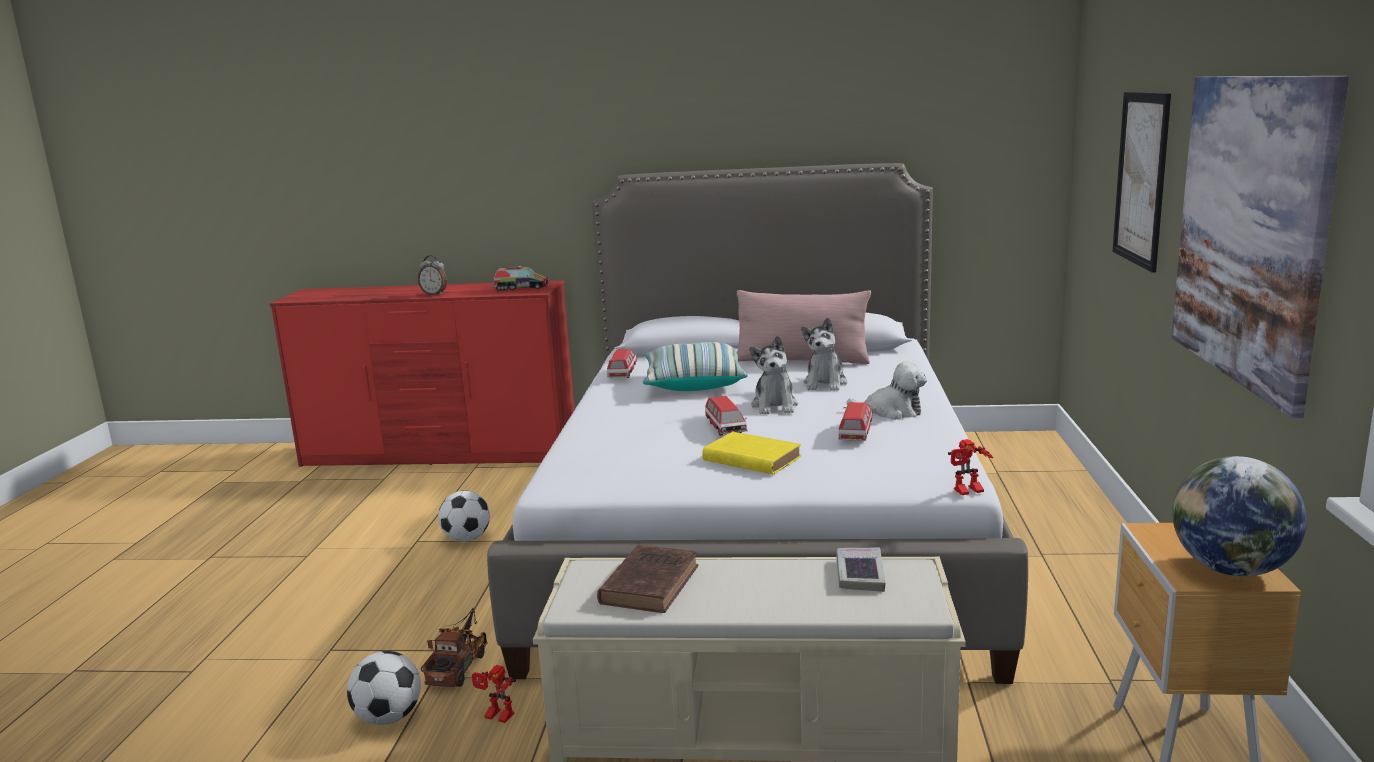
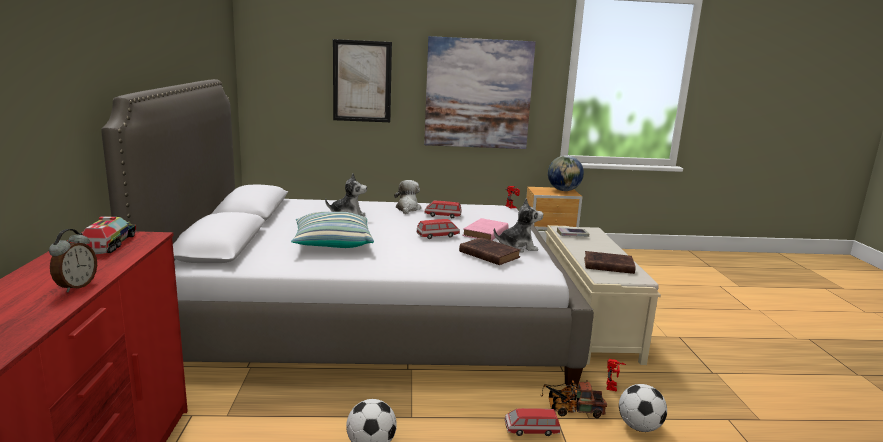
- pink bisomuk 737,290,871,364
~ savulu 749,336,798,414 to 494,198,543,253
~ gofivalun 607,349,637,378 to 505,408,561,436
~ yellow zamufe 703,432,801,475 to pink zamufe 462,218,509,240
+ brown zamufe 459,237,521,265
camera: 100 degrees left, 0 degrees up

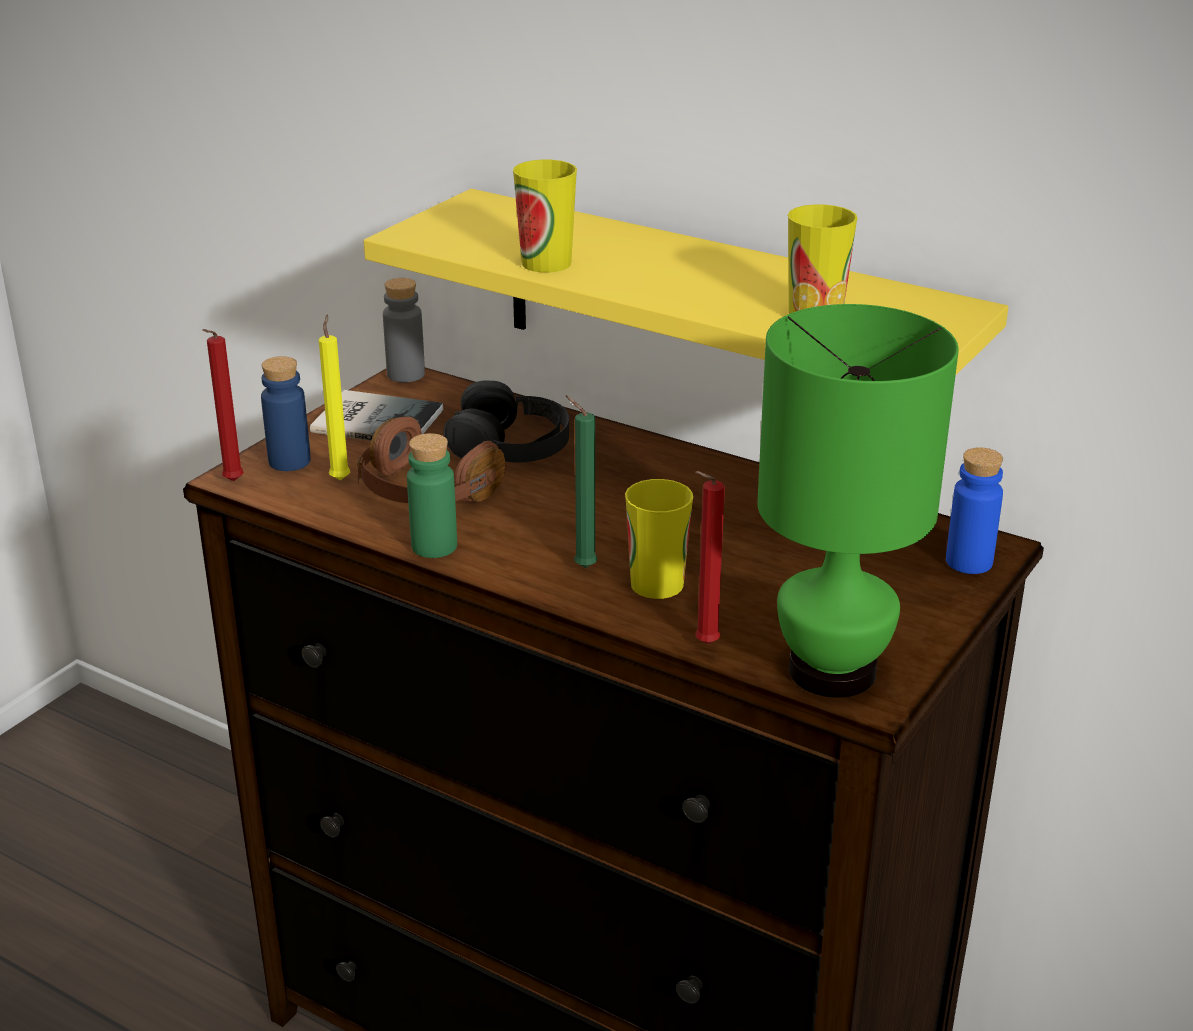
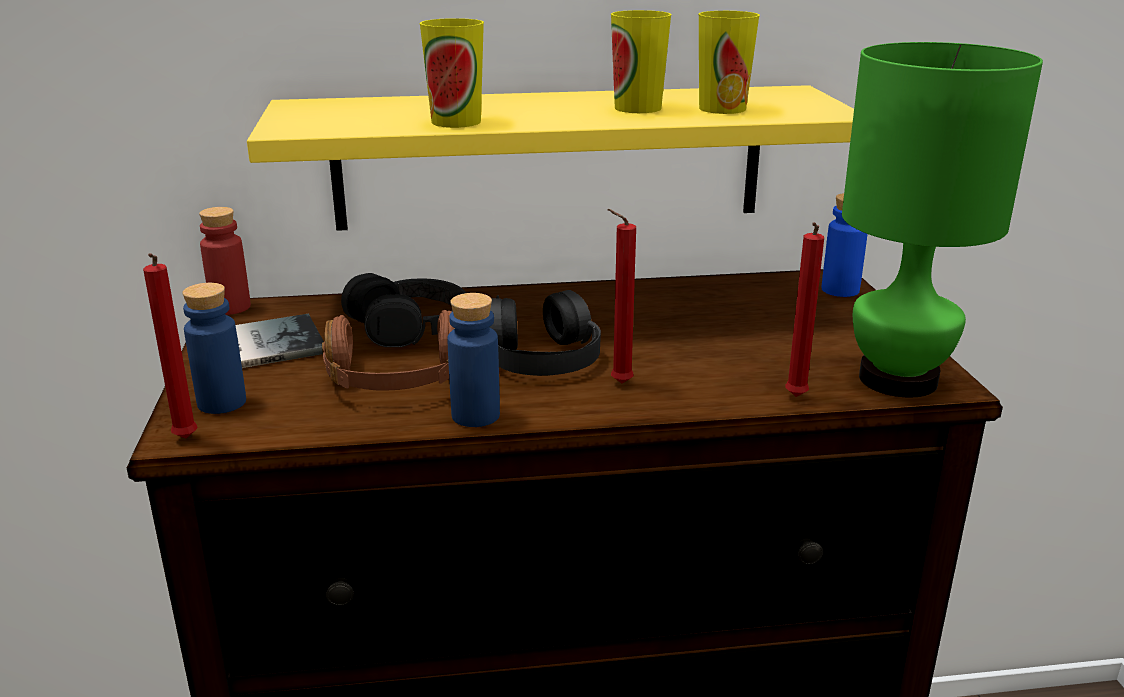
~ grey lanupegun 383,278,425,382 to red lanupegun 199,207,251,315
- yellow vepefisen 318,315,350,480
~ green vepefisen 566,395,597,568 to red vepefisen 607,209,636,383
~ green lanupegun 407,433,457,558 to blue lanupegun 447,293,500,427
~ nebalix 625,479,693,599 to 611,10,672,113
+ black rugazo 490,290,601,376
camera: 40 degrees left, 5 degrees down

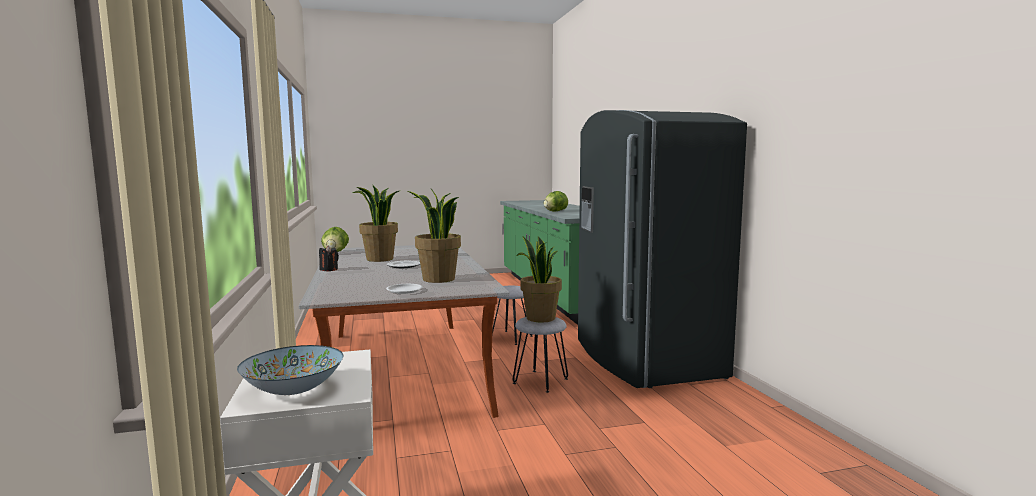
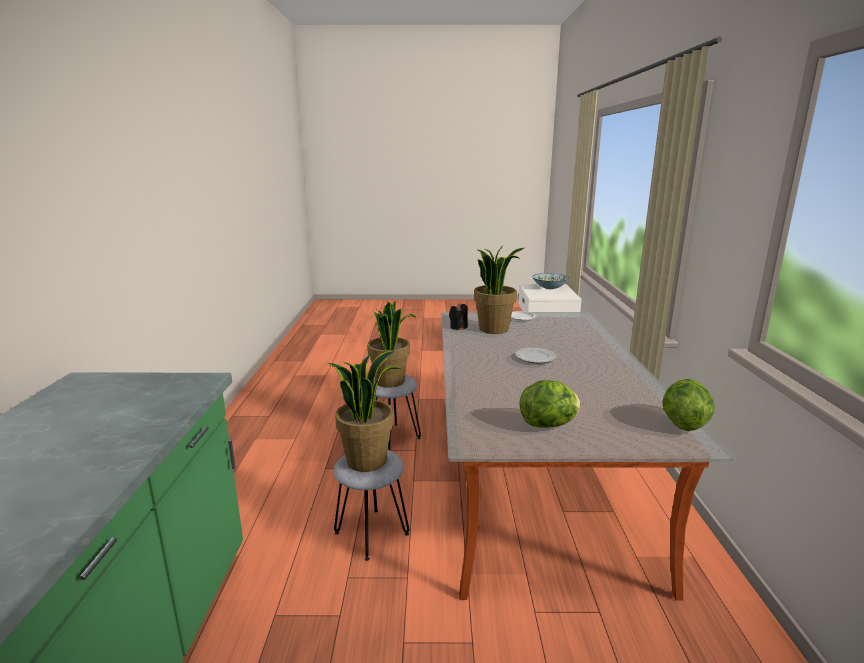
- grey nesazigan 578,110,747,388
~ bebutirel 352,184,399,262 to 327,350,400,472
~ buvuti 544,191,568,211 to 519,380,580,428
~ black vepefisen 319,246,339,271 to 449,303,468,330
camera: 165 degrees left, 10 degrees up

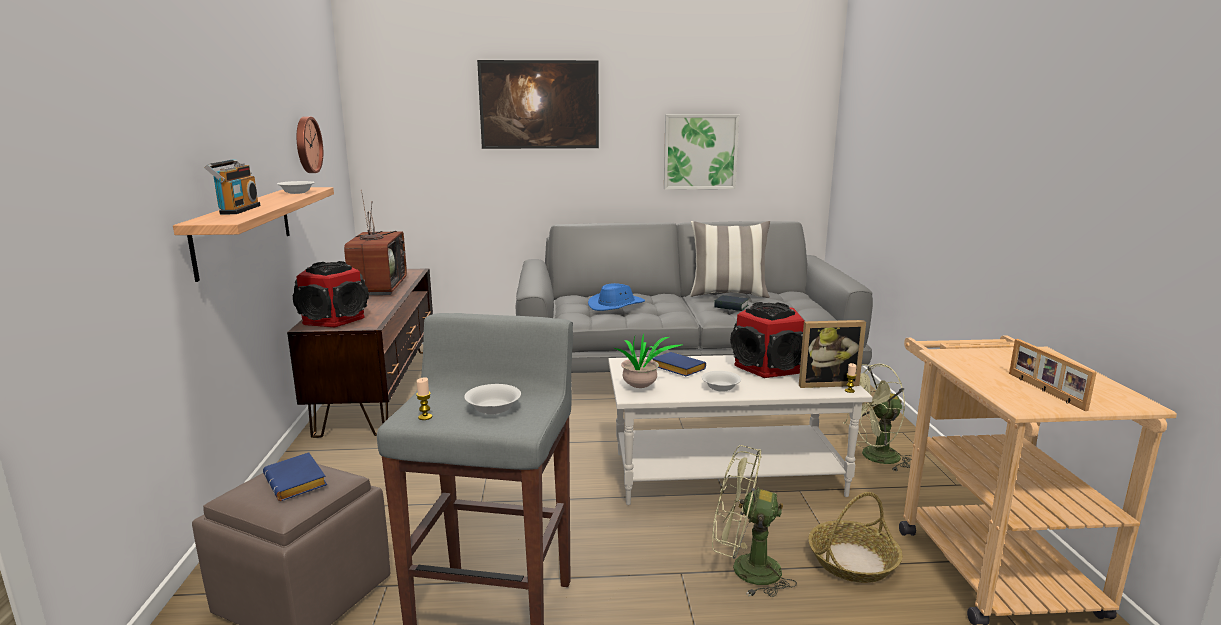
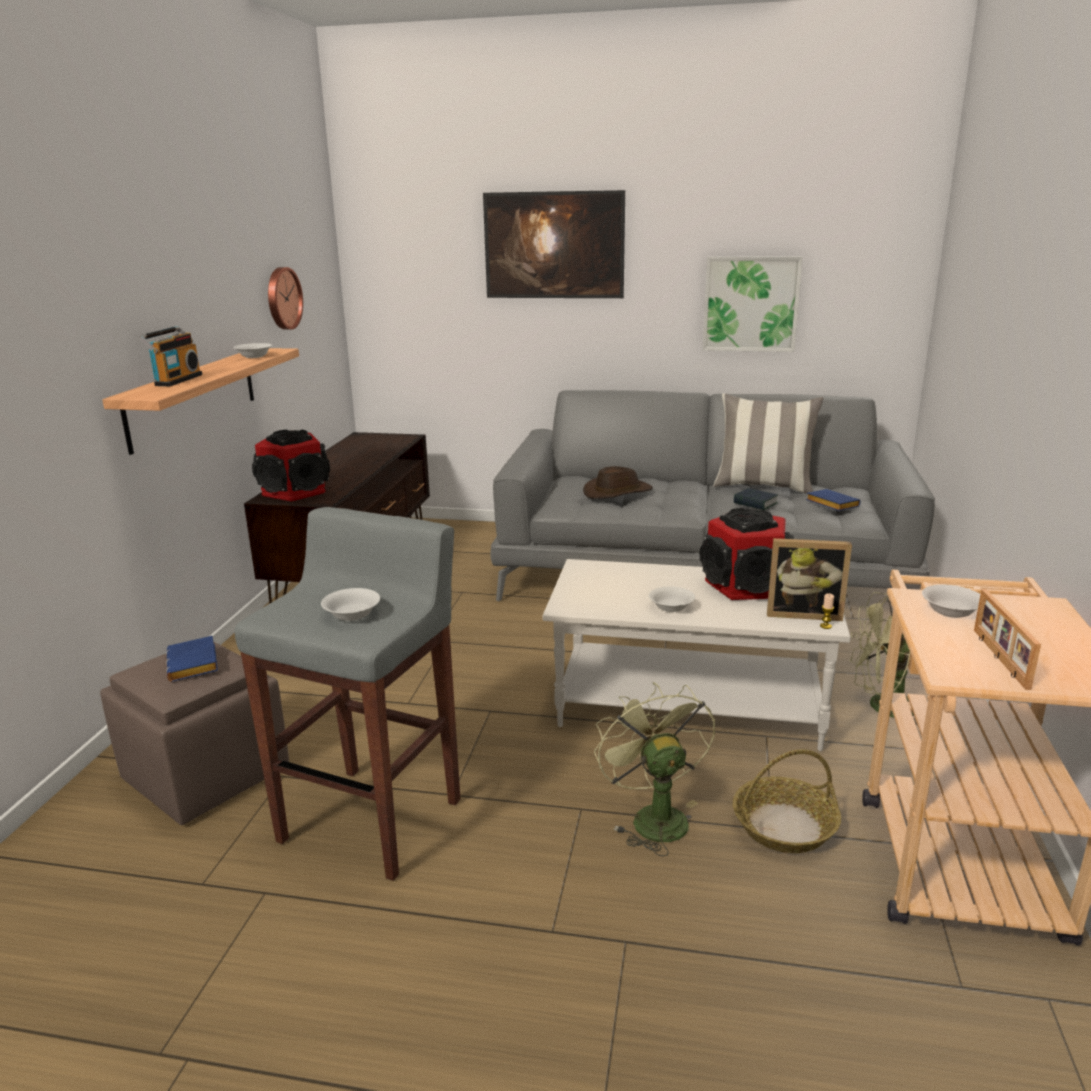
- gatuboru 344,190,407,295
~ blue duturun 588,283,645,311 to brown duturun 583,466,653,499
- bebutirel 614,333,681,388
~ blue zamufe 653,352,706,376 to 806,489,861,511
- vepefisen 416,377,432,420
~ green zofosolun 712,445,797,597 = 594,682,715,856 45 degrees clockwise
+ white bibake 922,585,980,618
camera: 15 degrees right, 5 degrees up

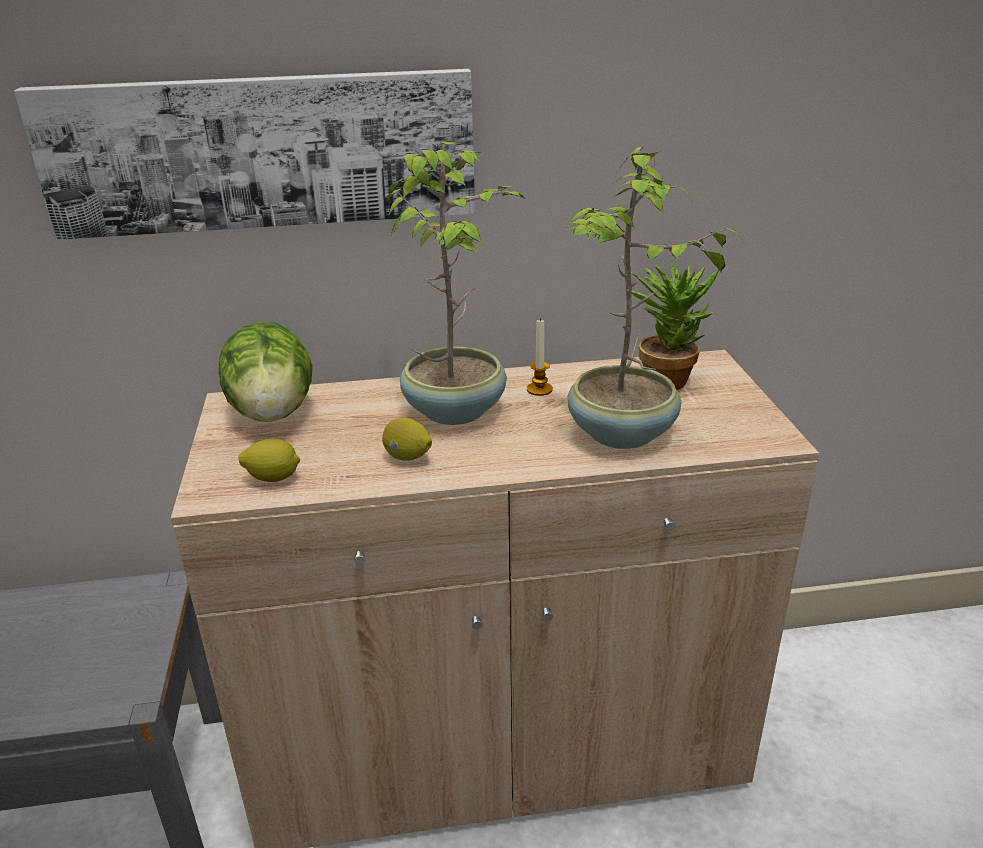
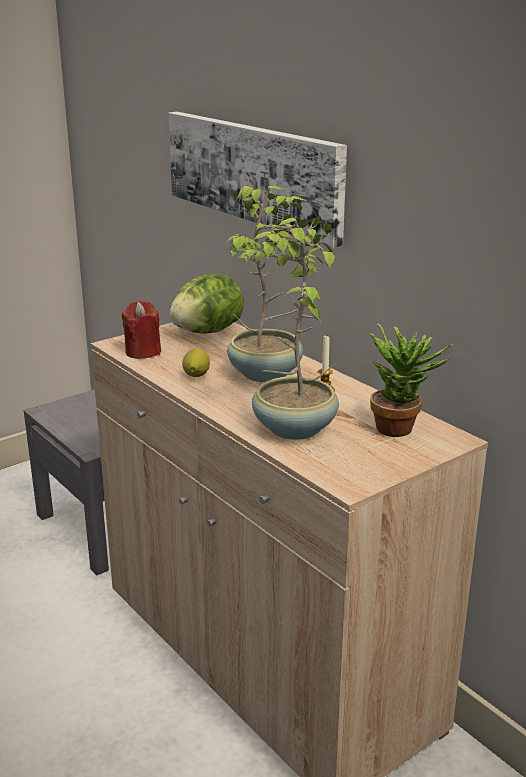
~ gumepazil 238,439,300,482 to red vepefisen 121,301,161,359
camera: 60 degrees right, 5 degrees down

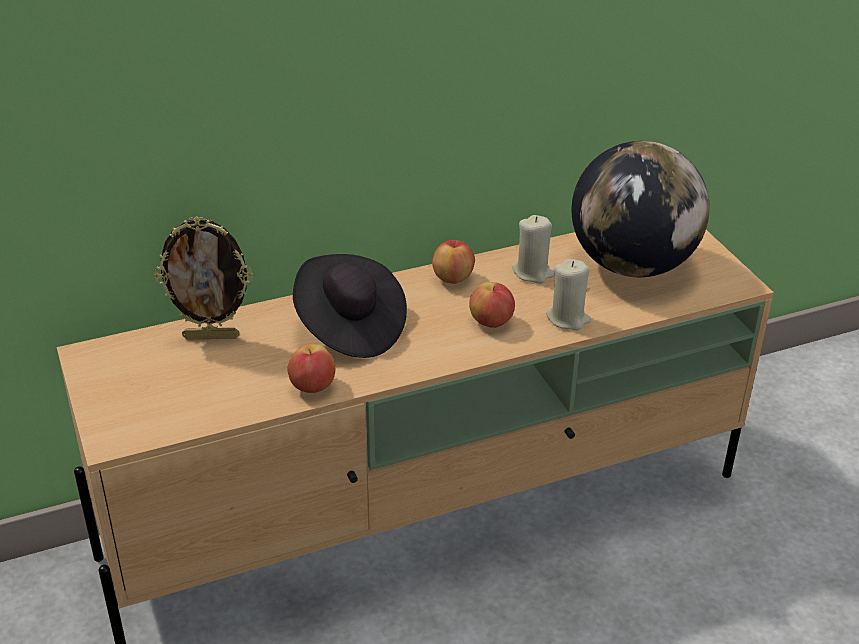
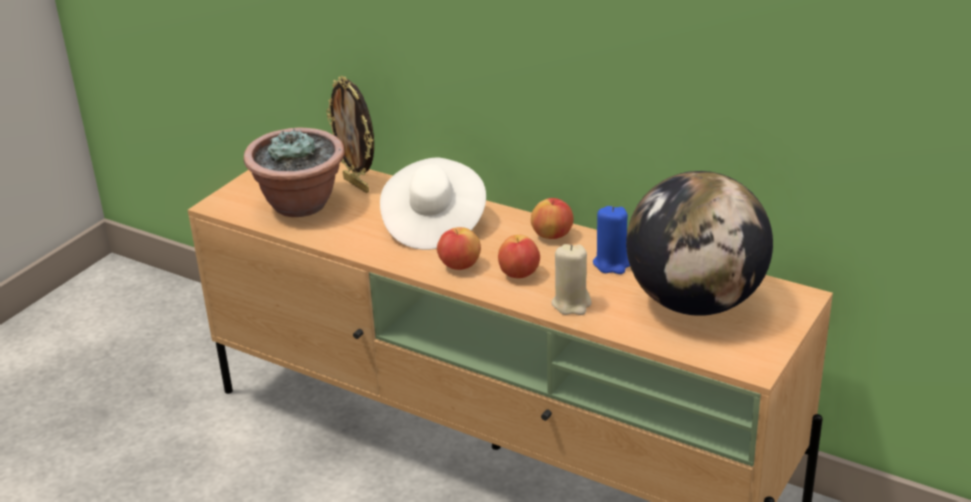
~ beige vepefisen 513,215,554,283 to blue vepefisen 593,206,630,274
~ black duturun 293,254,407,358 to white duturun 380,158,486,250
~ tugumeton 287,344,335,393 to 437,227,481,270
+ bebutirel 244,127,345,217
camera: 55 degrees right, 5 degrees down

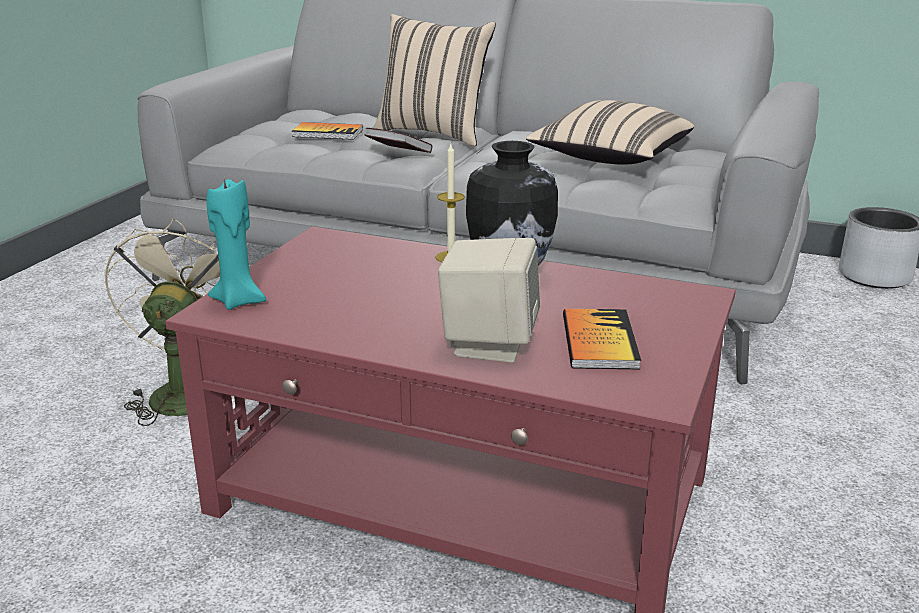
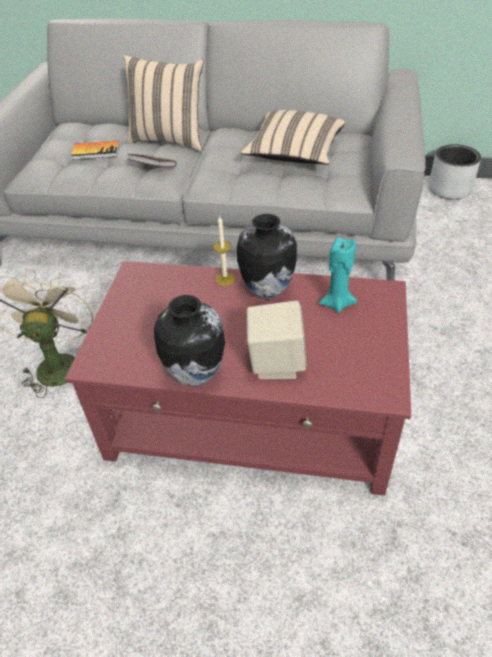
~ turquoise vepefisen 207,178,266,310 to 319,237,357,313
- zamufe 563,309,641,369
+ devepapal 154,295,225,386
camera: 10 degrees left, 20 degrees up

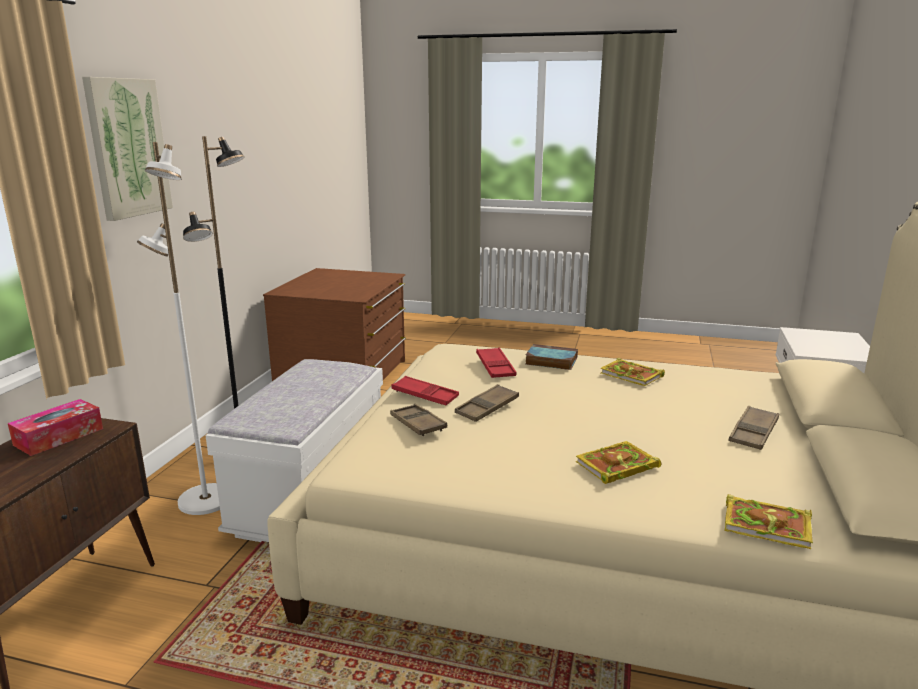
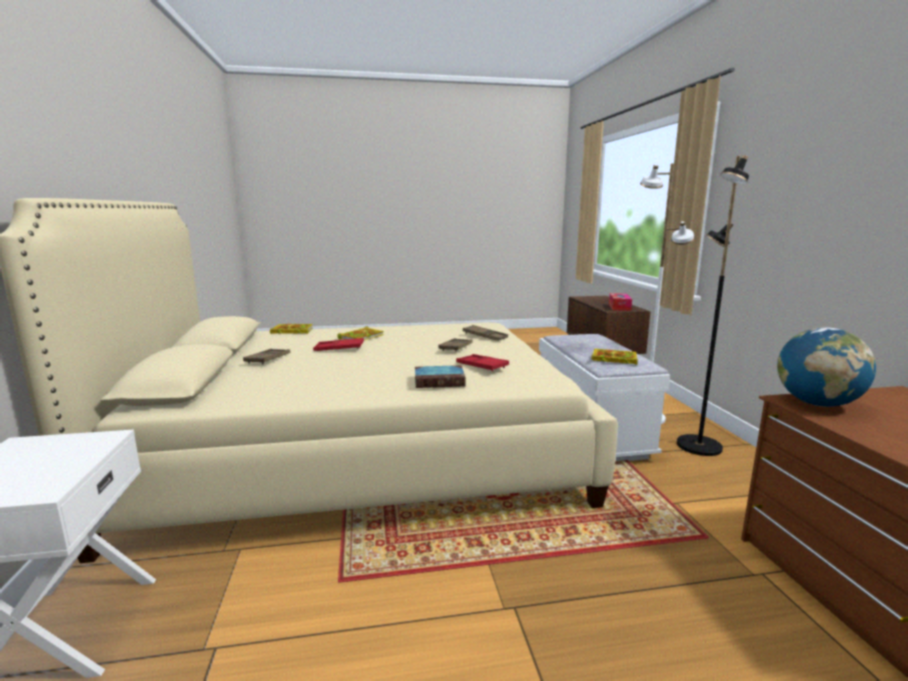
- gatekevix 82,77,173,221
~ zamufe 601,358,665,386 to 592,349,638,364
~ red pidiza 391,376,459,405 to 313,338,364,351
+ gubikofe 777,327,876,407
camera: 155 degrees right, 5 degrees down

